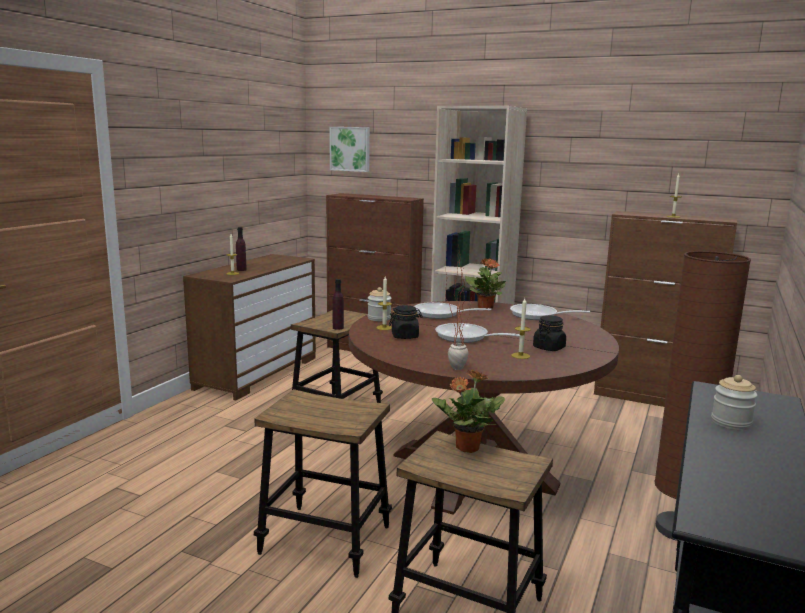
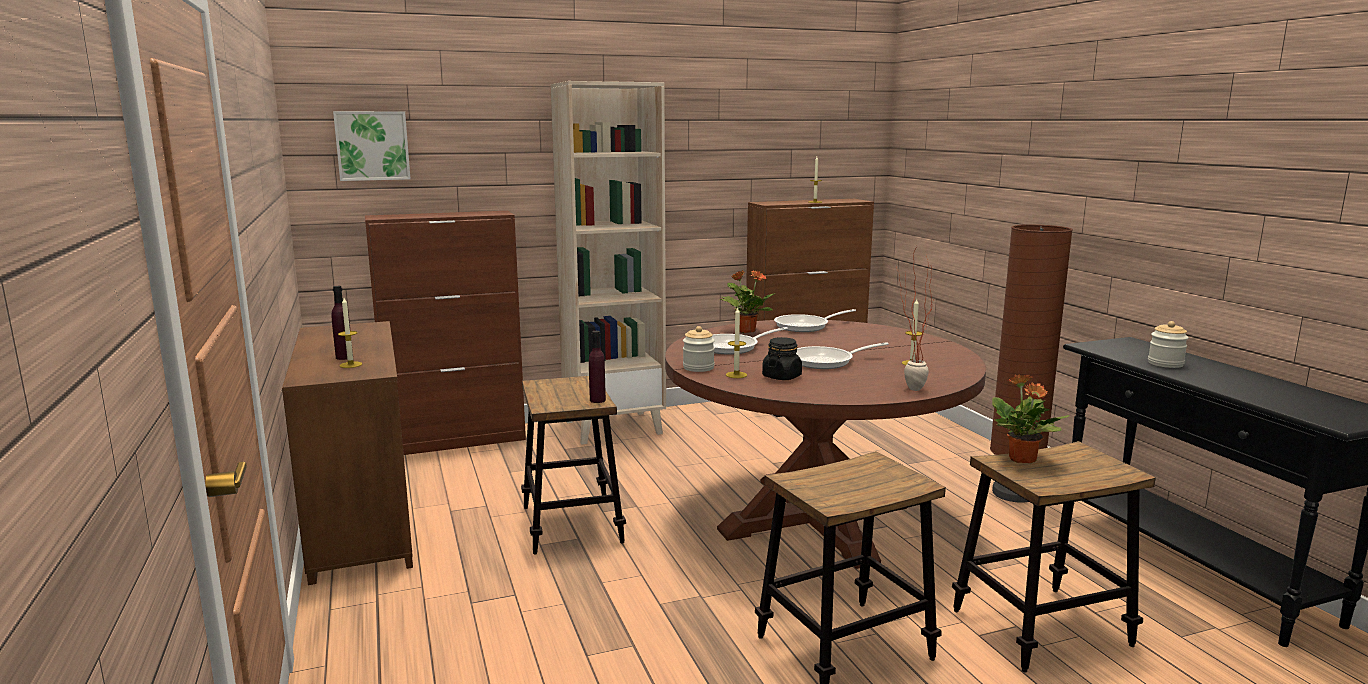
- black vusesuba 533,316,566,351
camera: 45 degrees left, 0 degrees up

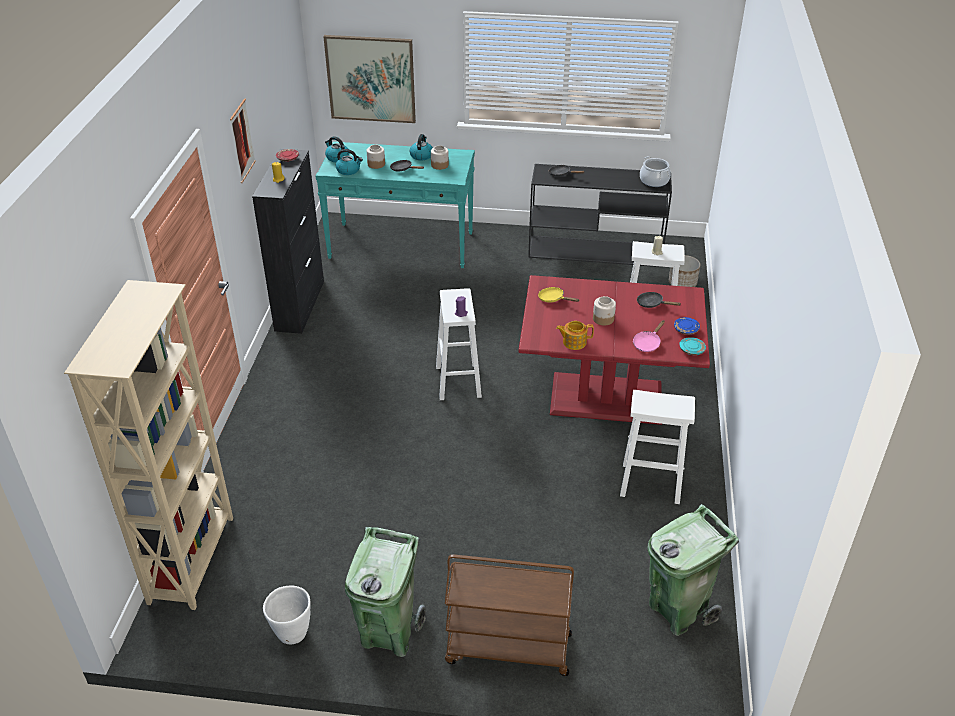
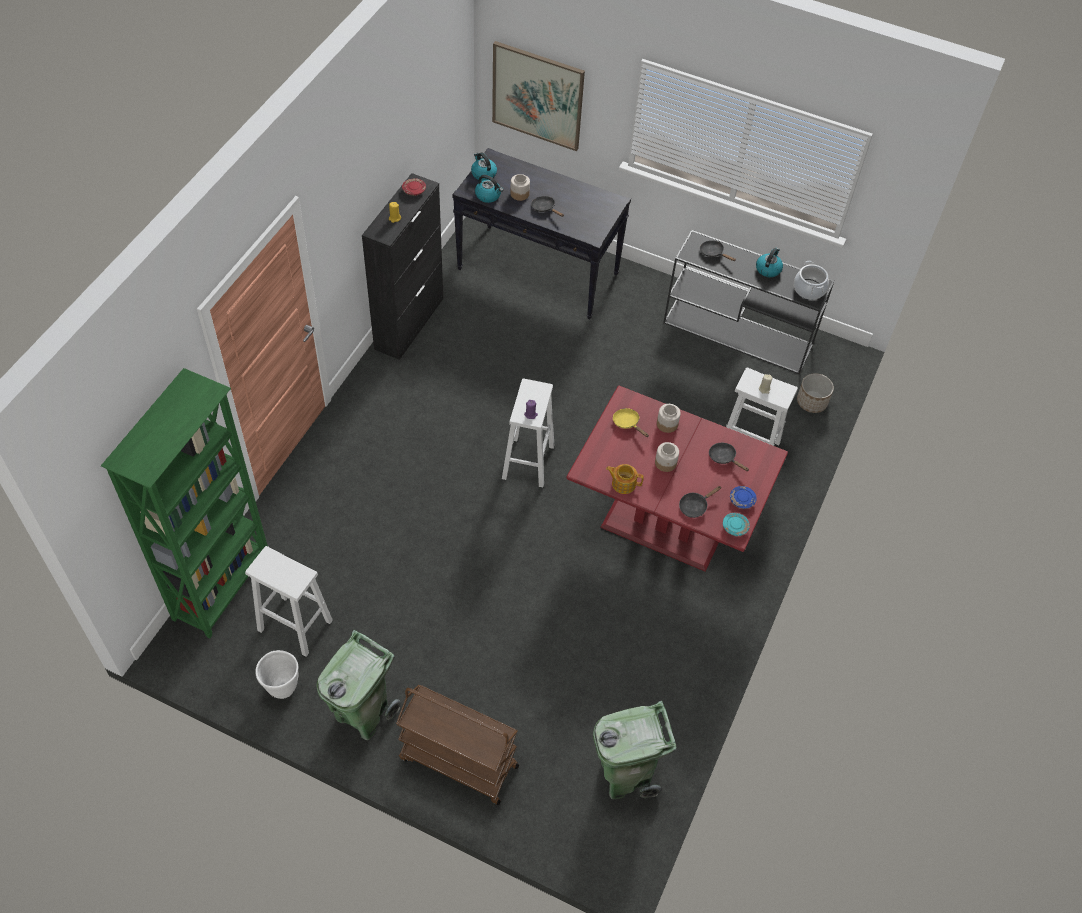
- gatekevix 230,98,256,183
~ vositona 410,134,433,160 to 756,248,783,277
~ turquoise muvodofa 316,141,475,268 to black muvodofa 452,148,631,319
~ vusesuba 431,145,449,170 to 657,404,681,433
~ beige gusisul 64,280,233,610 to green gusisul 101,368,268,638
~ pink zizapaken 633,320,665,352 to black zizapaken 679,486,721,518
~ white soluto 620,390,695,504 to 245,546,333,657
camera: 15 degrees right, 15 degrees up

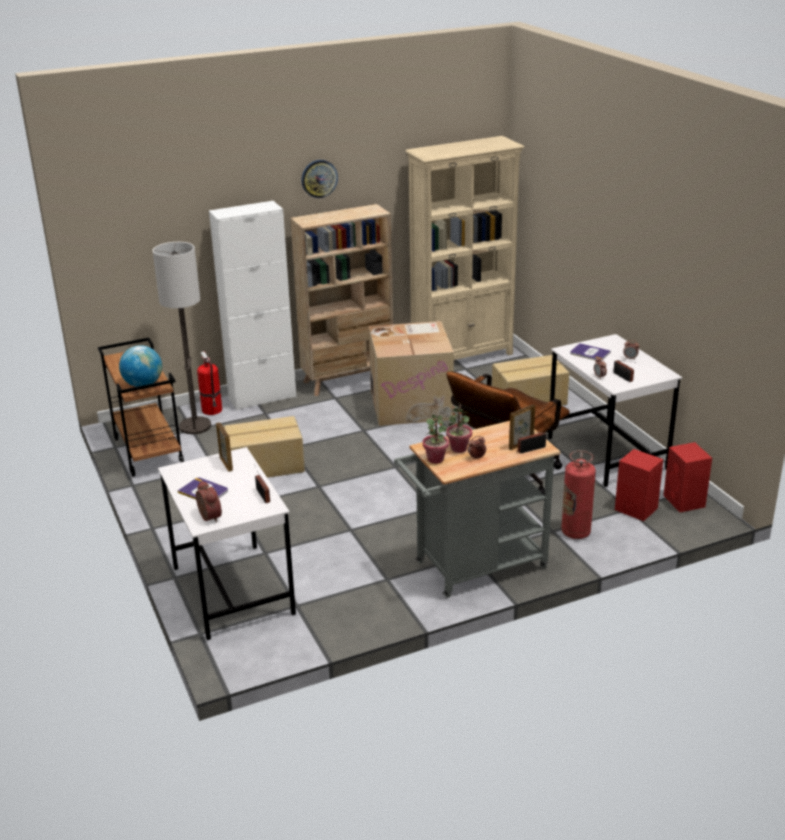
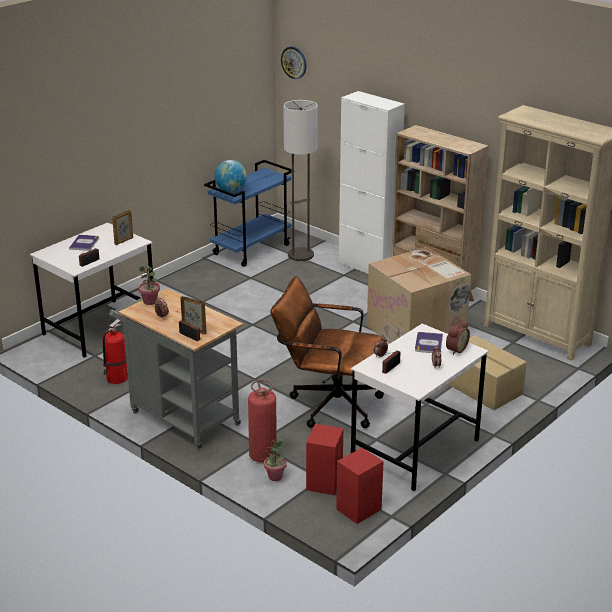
~ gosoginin 302,160,338,198 to 281,46,307,79
~ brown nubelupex 98,338,184,477 to blue nubelupex 204,160,292,267
~ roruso 197,351,222,415 to 103,319,128,384
~ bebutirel 446,402,472,453 to 264,439,287,481
- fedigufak 224,416,305,478
~ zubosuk 196,481,222,523 to 446,320,470,355
camera: 65 degrees right, 0 degrees up

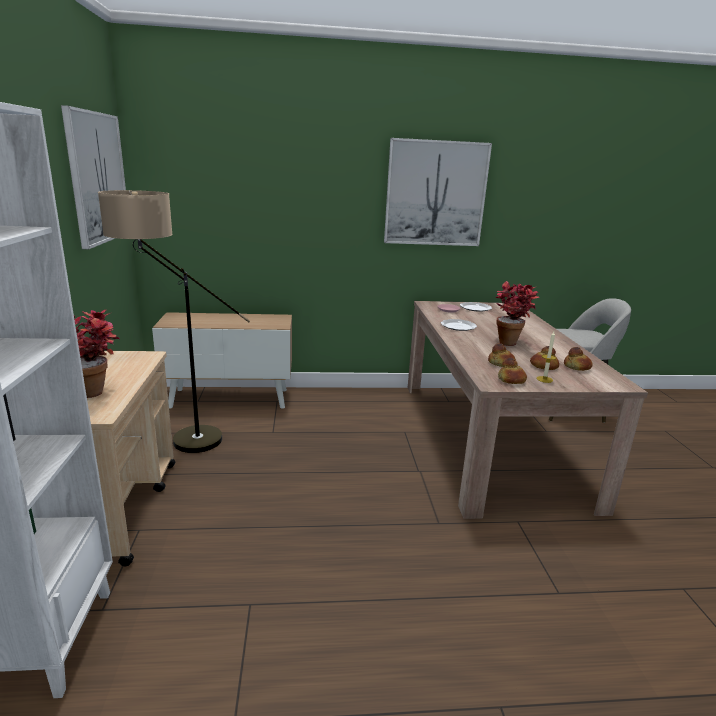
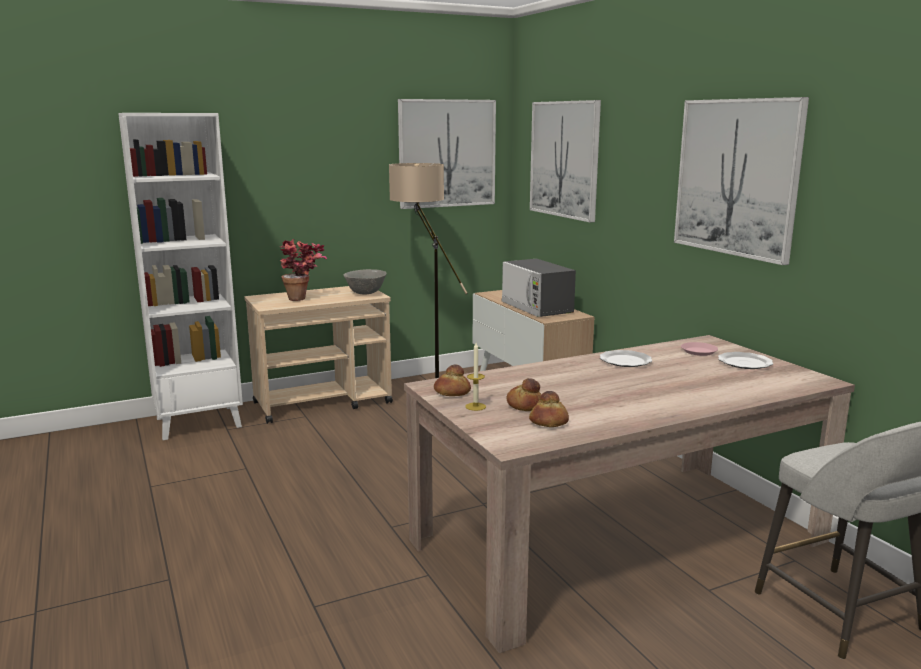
- bebutirel 495,281,539,346
- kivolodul 488,343,516,367
+ gatekevix 530,100,601,223
+ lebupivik 502,259,576,317
+ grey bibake 343,269,387,295
camera: 70 degrees right, 5 degrees down

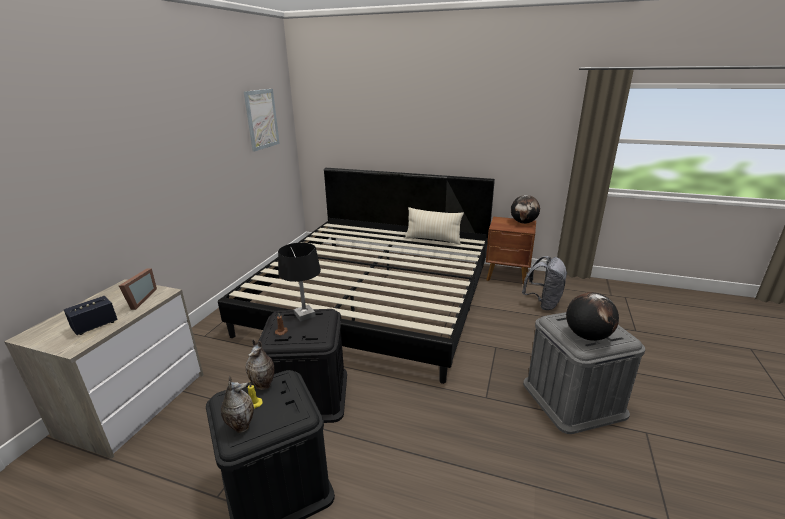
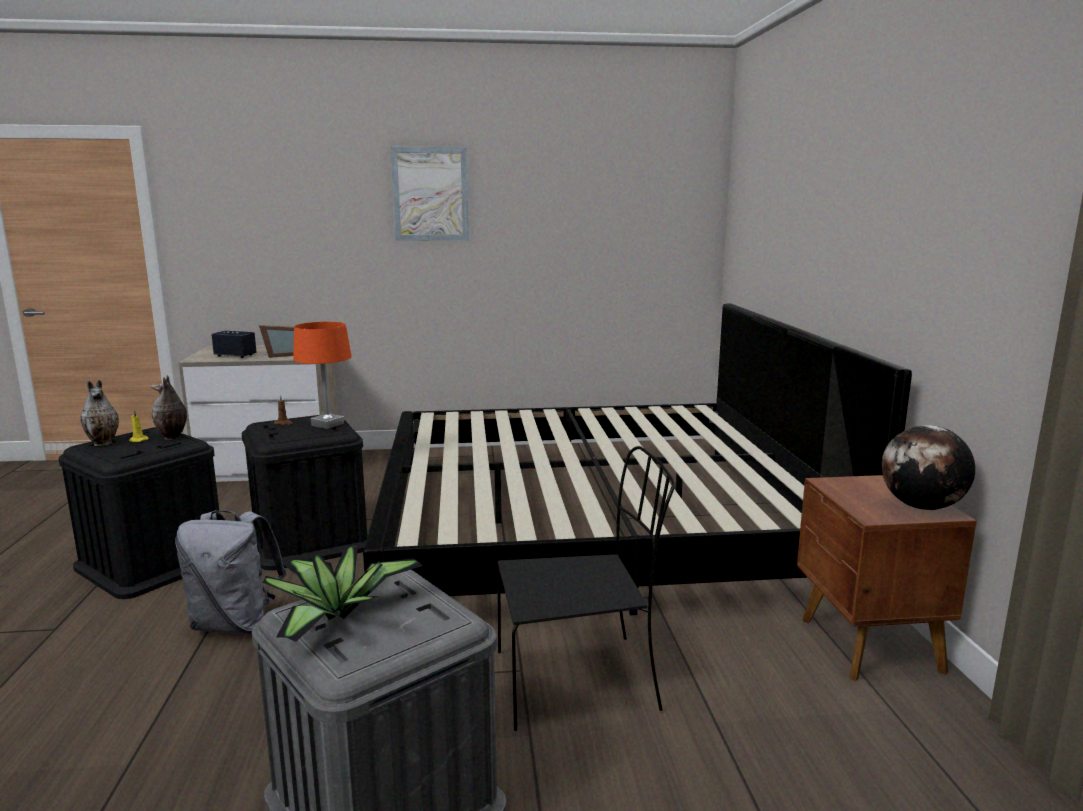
~ gatekevix 244,89,280,152 to 391,147,469,241
- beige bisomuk 405,207,464,245
~ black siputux 278,243,321,322 to orange siputux 293,322,352,429
~ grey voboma 522,256,568,310 to 175,510,286,634
~ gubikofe 566,292,619,341 to bebutirel 263,546,423,642
+ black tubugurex 497,446,675,731
camera: 65 degrees right, 10 degrees down

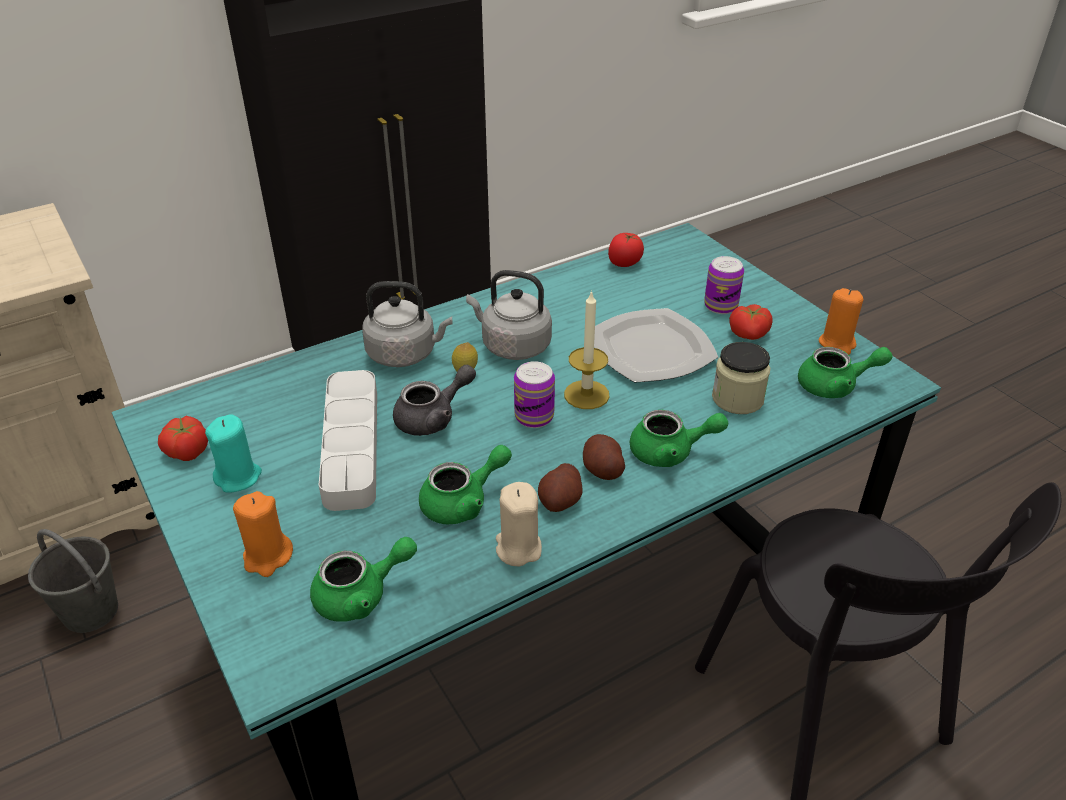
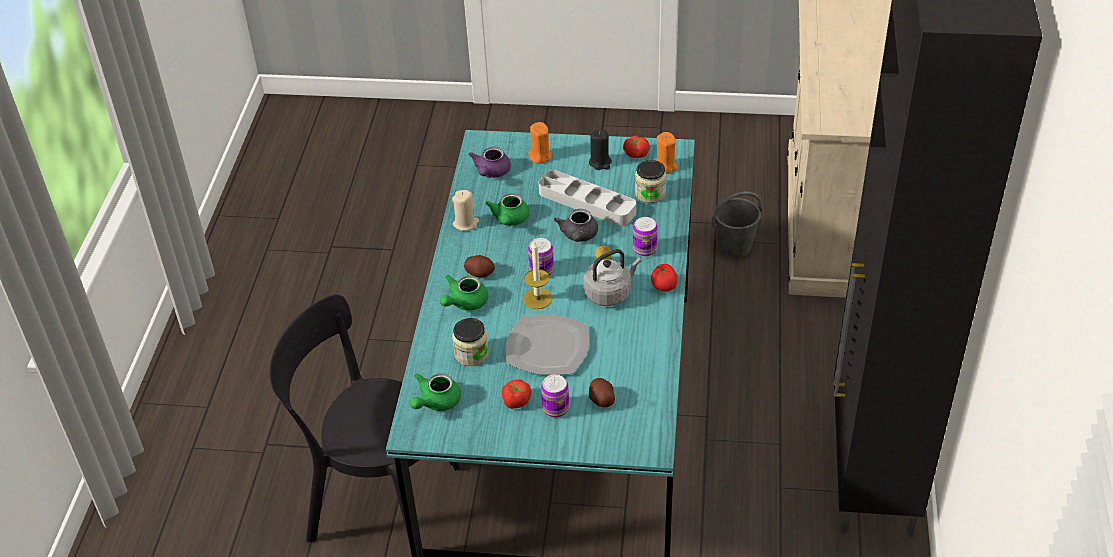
~ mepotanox 608,233,644,267 to 651,264,677,292
~ grey vositona 362,281,453,367 to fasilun 633,217,658,257
~ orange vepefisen 819,288,864,355 to 656,132,677,174
~ turquoise vepefisen 205,414,262,493 to black vepefisen 589,130,612,170
~ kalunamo 538,463,583,512 to 589,378,615,407
~ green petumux 310,537,417,622 to purple petumux 469,147,511,178
+ vusesuba 635,160,666,203
camera: 130 degrees right, 5 degrees up

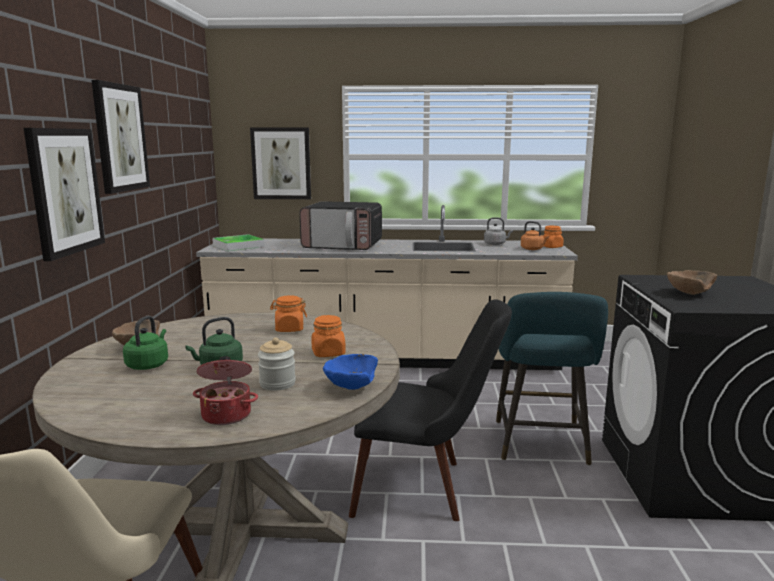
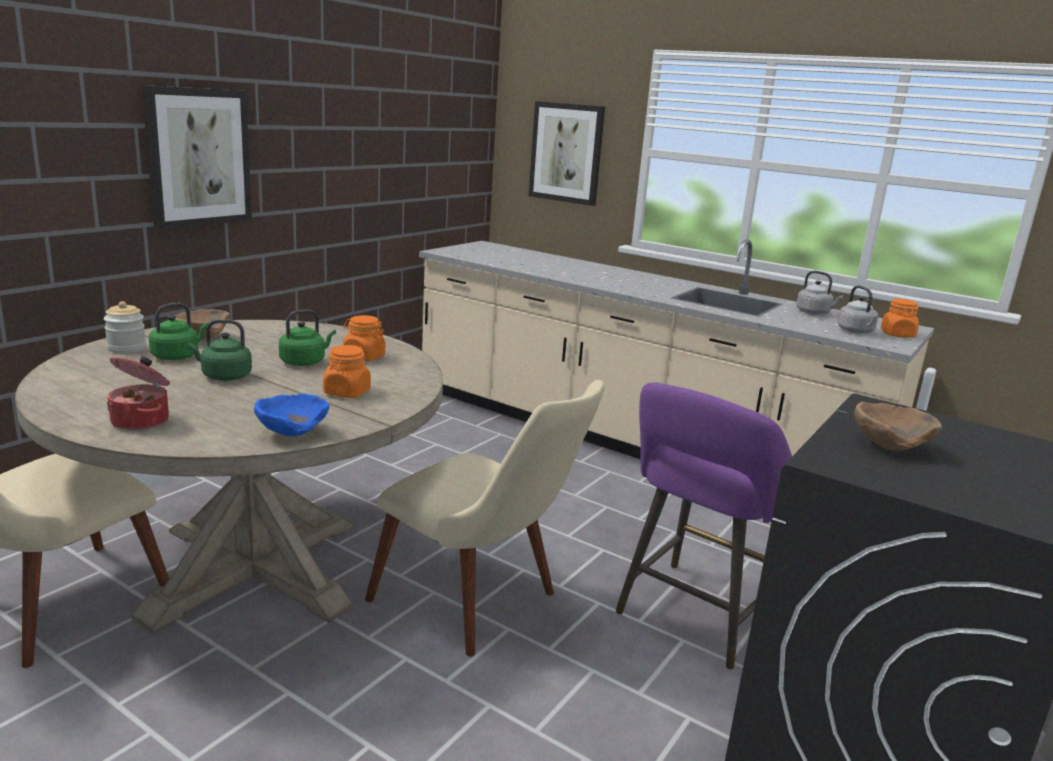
- gatekevix 92,80,150,194
- lebupivik 300,201,382,250
~ orange vositona 521,221,549,250 to grey vositona 837,285,880,334
- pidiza 212,234,265,251
~ turquoise soluto 496,292,608,466 to purple soluto 616,382,792,670
~ black tubugurex 349,299,512,521 to beige tubugurex 365,380,605,657
~ vusesuba 258,338,296,391 to 104,301,146,353
+ green vositona 279,309,336,366
camera: 30 degrees right, 5 degrees up

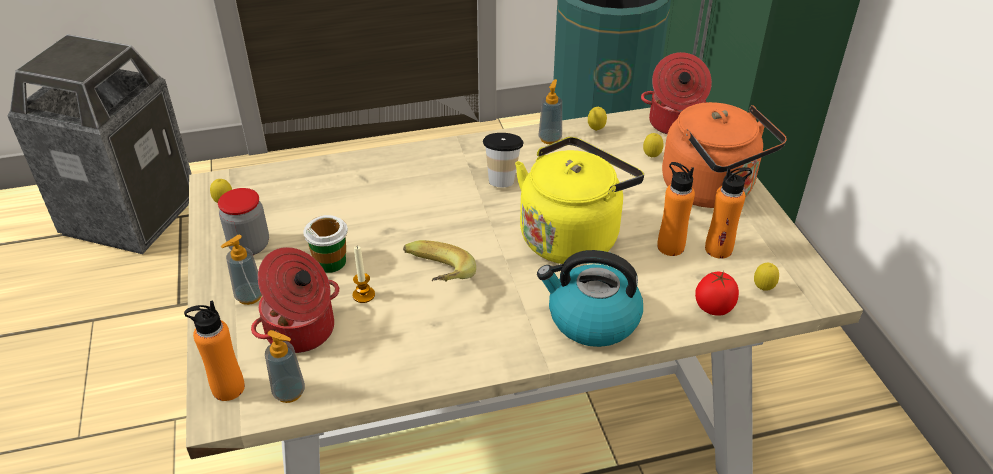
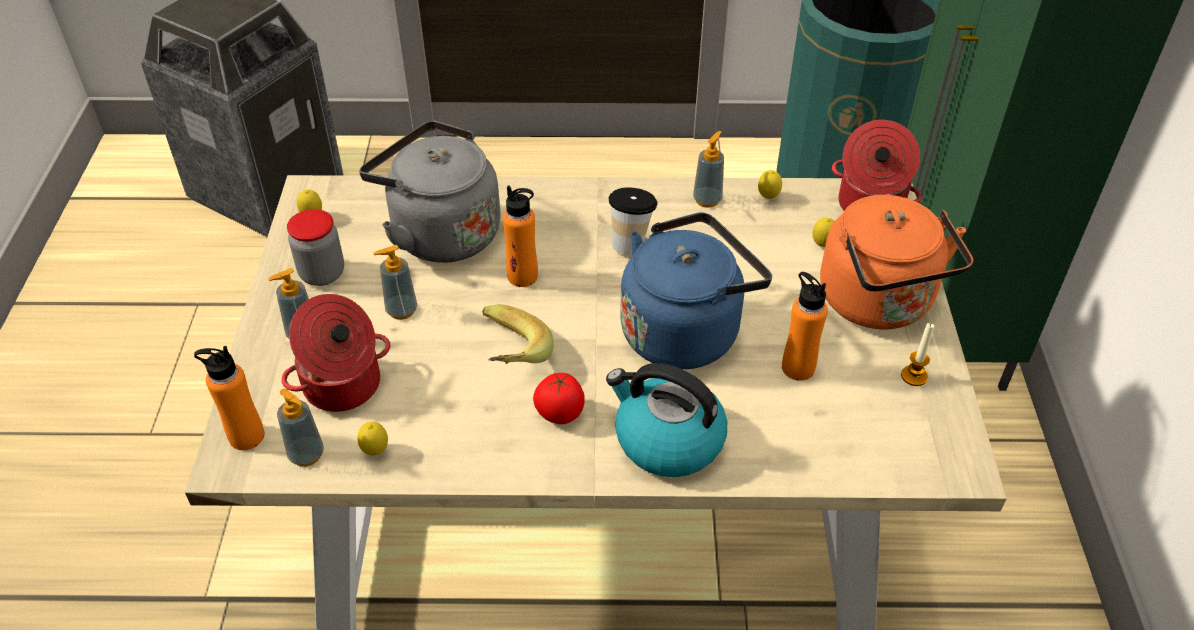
~ yellow vositona 515,137,644,264 to blue vositona 620,212,772,370
~ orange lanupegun 705,167,752,259 to 503,185,538,287
~ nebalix 303,215,348,273 to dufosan 373,245,417,320
~ vepefisen 353,246,375,303 to 901,323,934,386
~ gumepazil 754,263,779,291 to 357,422,388,456
~ mepotanox 695,271,739,316 to 533,373,585,424
+ grey vositona 359,121,501,263
camera: 15 degrees right, 5 degrees up

